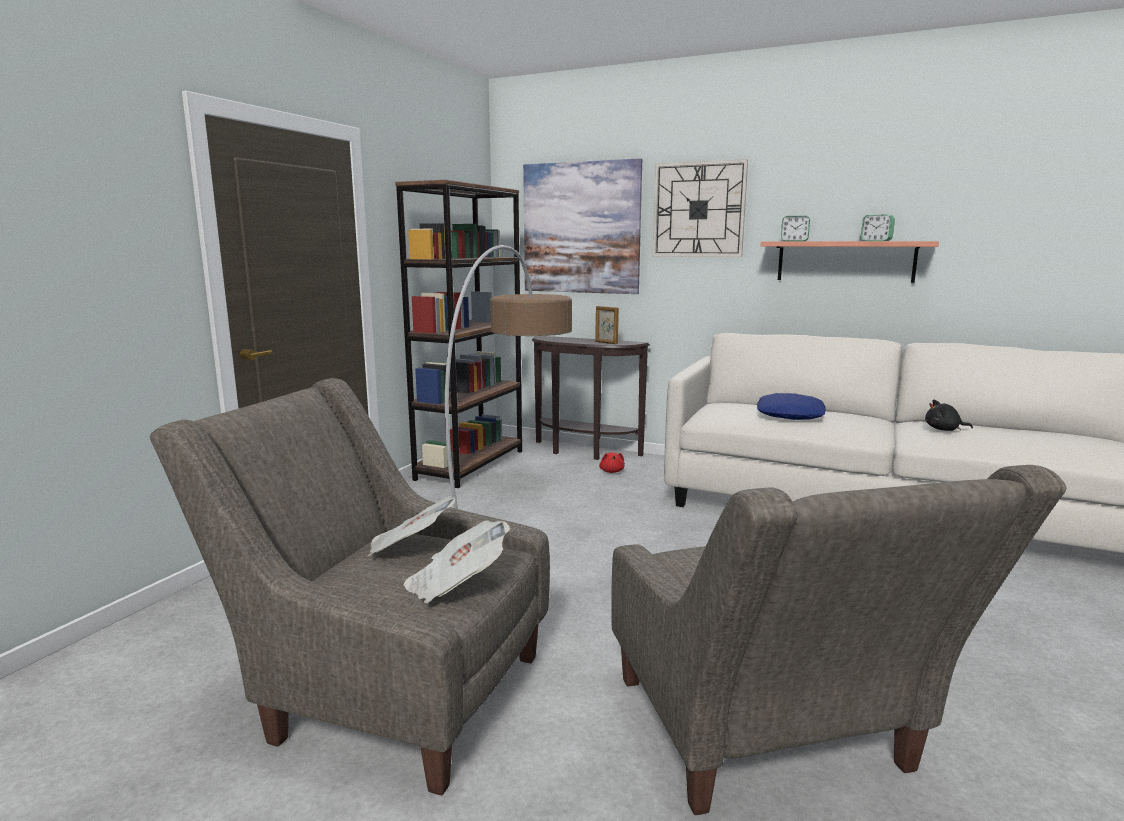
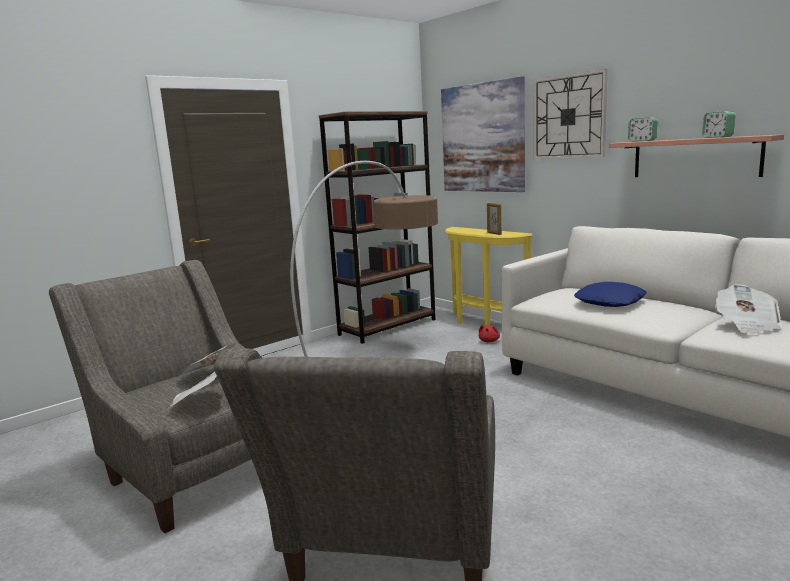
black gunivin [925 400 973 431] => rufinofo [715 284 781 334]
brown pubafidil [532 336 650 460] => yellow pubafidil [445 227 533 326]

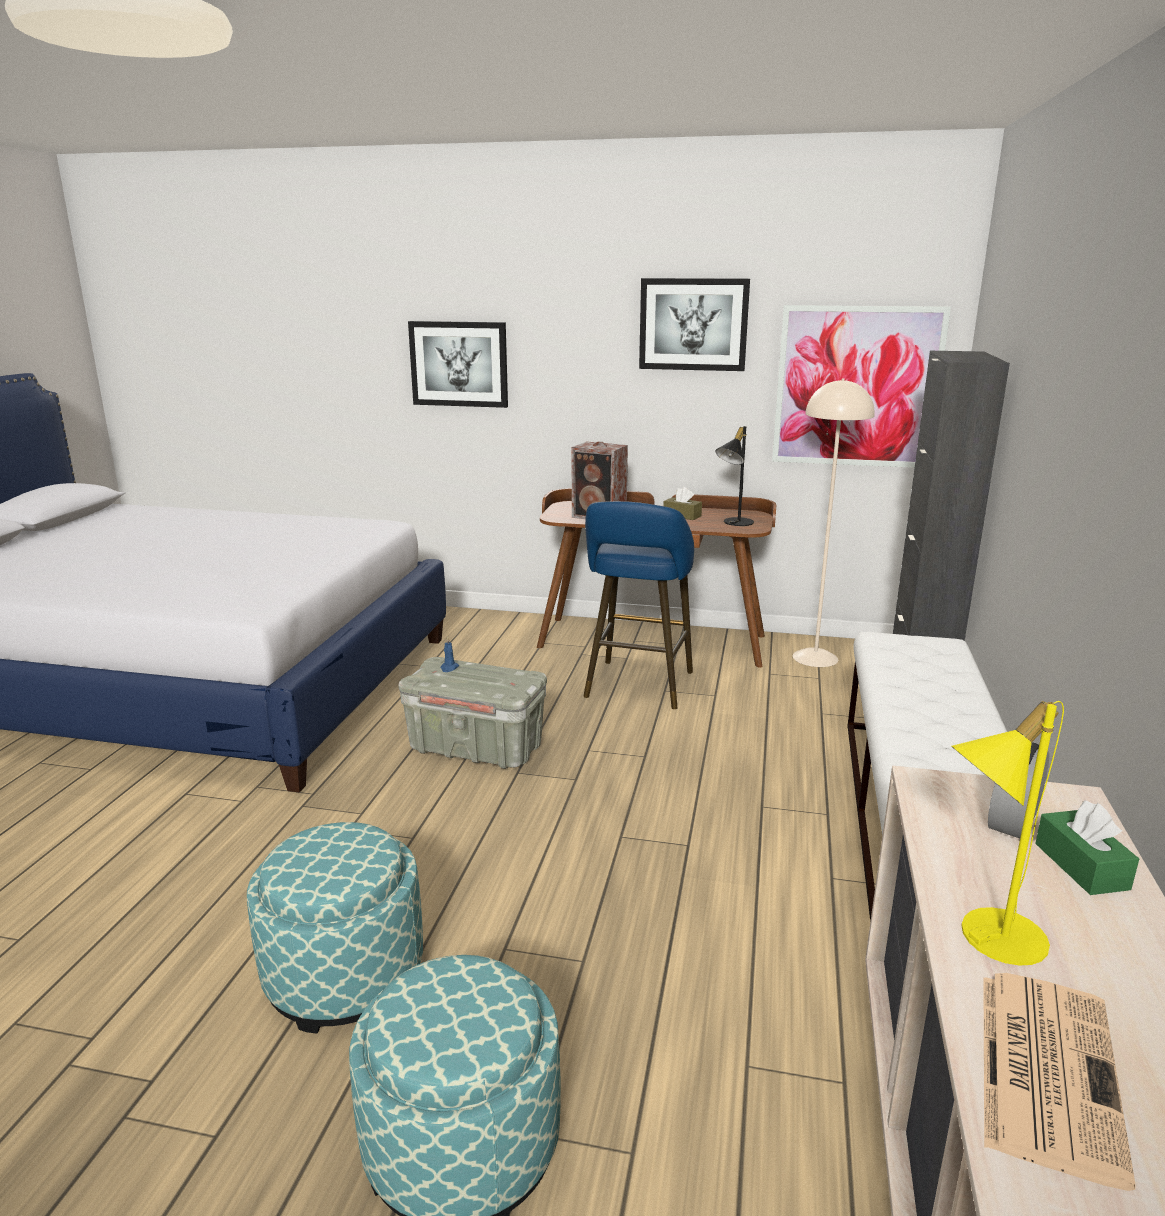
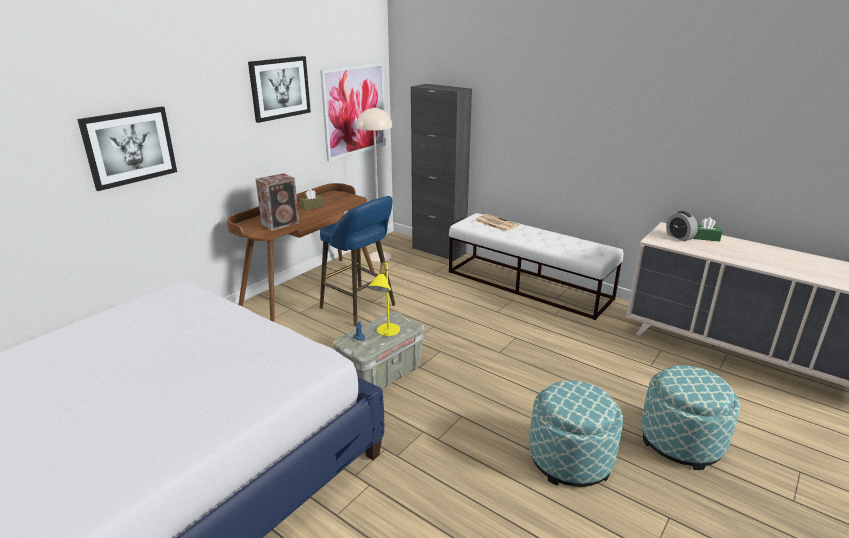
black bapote [716 426 754 526] => nothing
yellow bapote [951 701 1064 966] => yellow bapote [368 261 400 336], relocated
rufinofo [983 973 1136 1191] => rufinofo [475 214 519 232], relocated

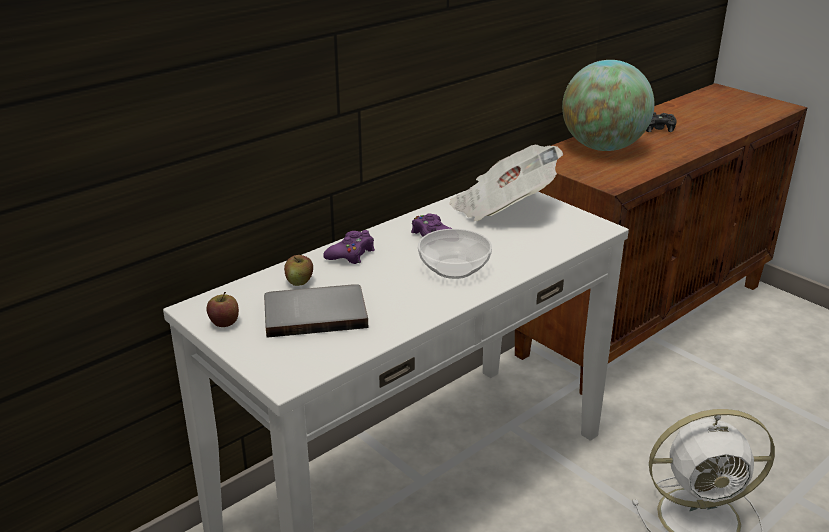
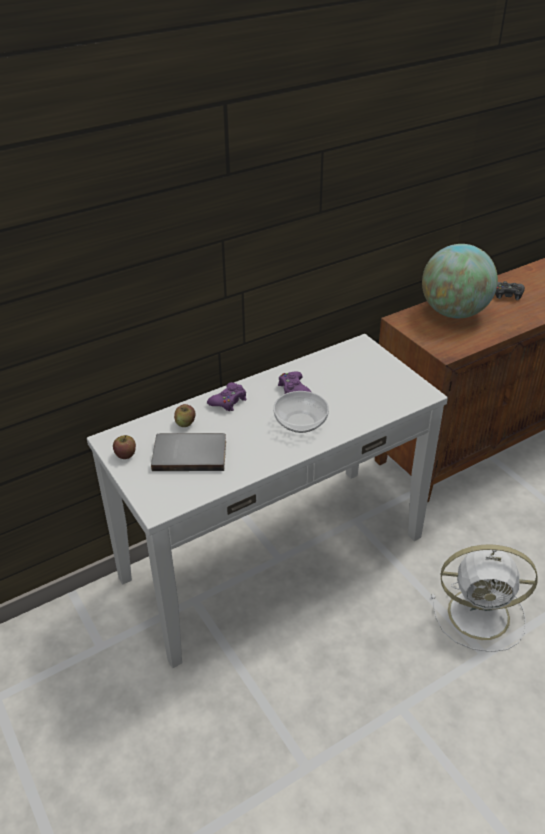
rufinofo [449 144 563 221] => nothing

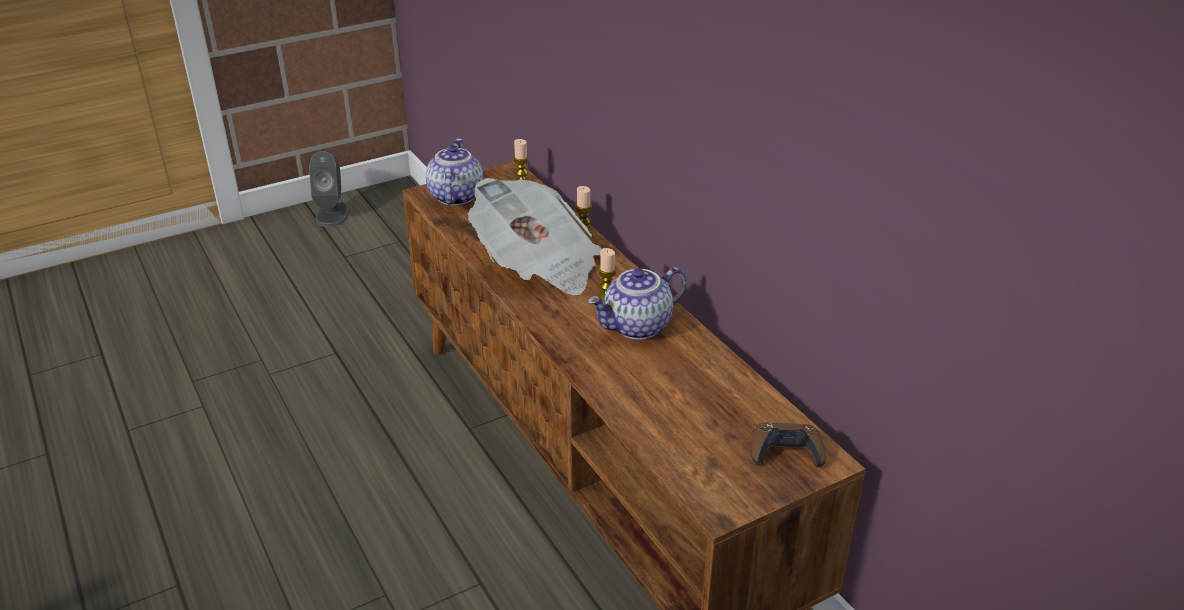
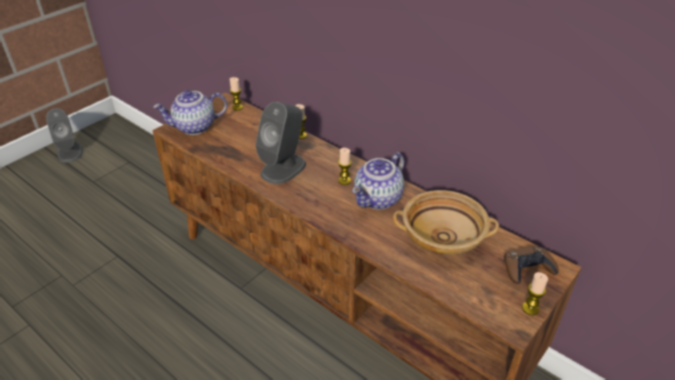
nothing => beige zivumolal [393 190 499 255]
nothing => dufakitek [522 272 548 315]
rufinofo [468 178 601 295] => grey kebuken [255 102 306 184]
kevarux [426 138 483 206] => kevarux [153 90 227 135], 90 degrees counterclockwise

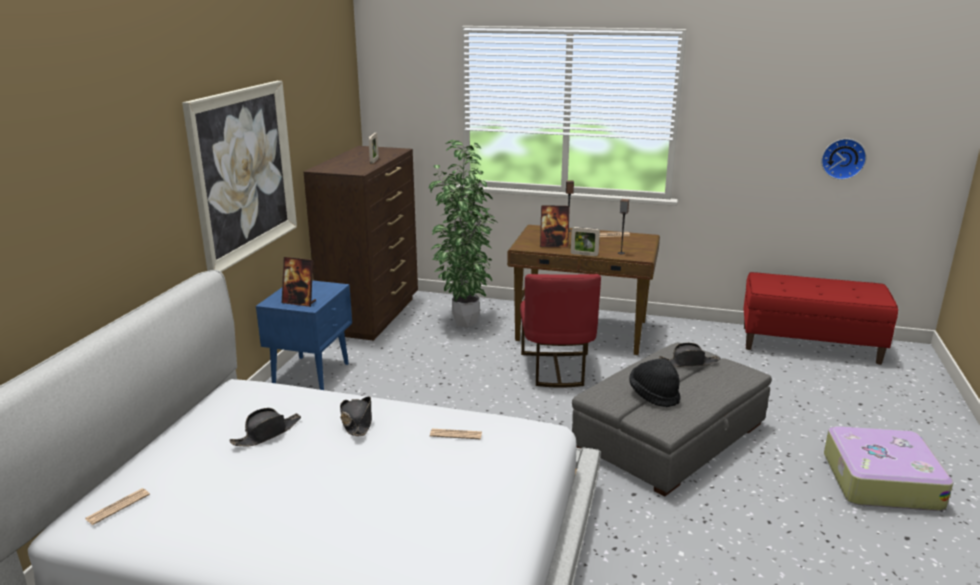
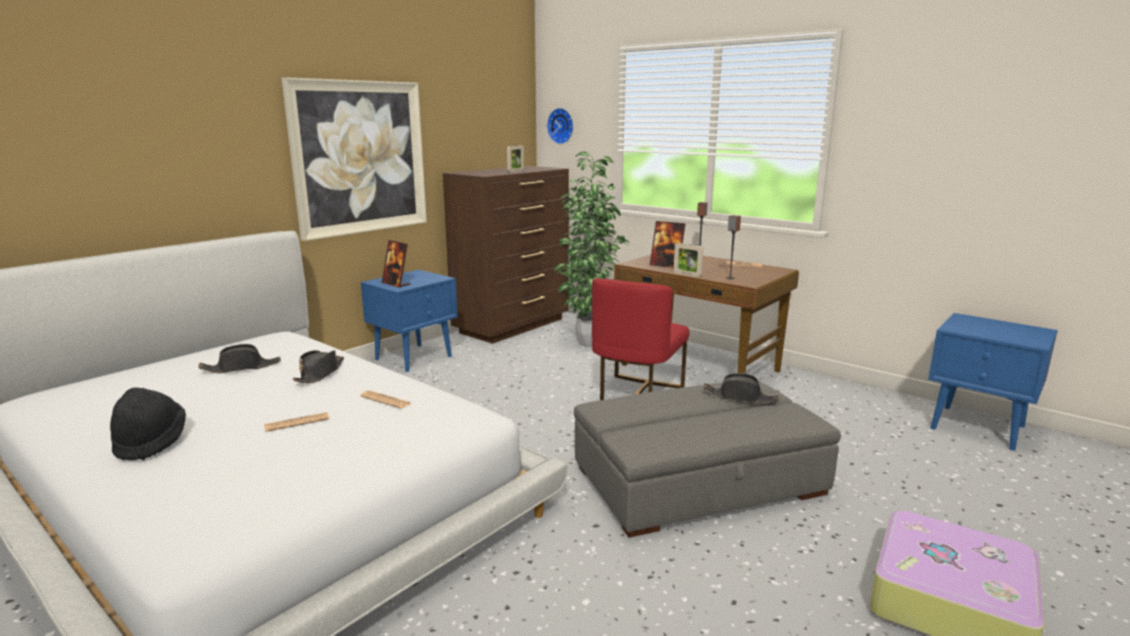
rufinofo [85 488 150 525] => rufinofo [264 412 329 432], relocated
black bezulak [629 358 680 407] => black bezulak [110 387 186 461], relocated
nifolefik [821 139 866 180] => nifolefik [547 108 574 144], relocated
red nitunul [743 272 898 365] => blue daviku [928 313 1058 451]

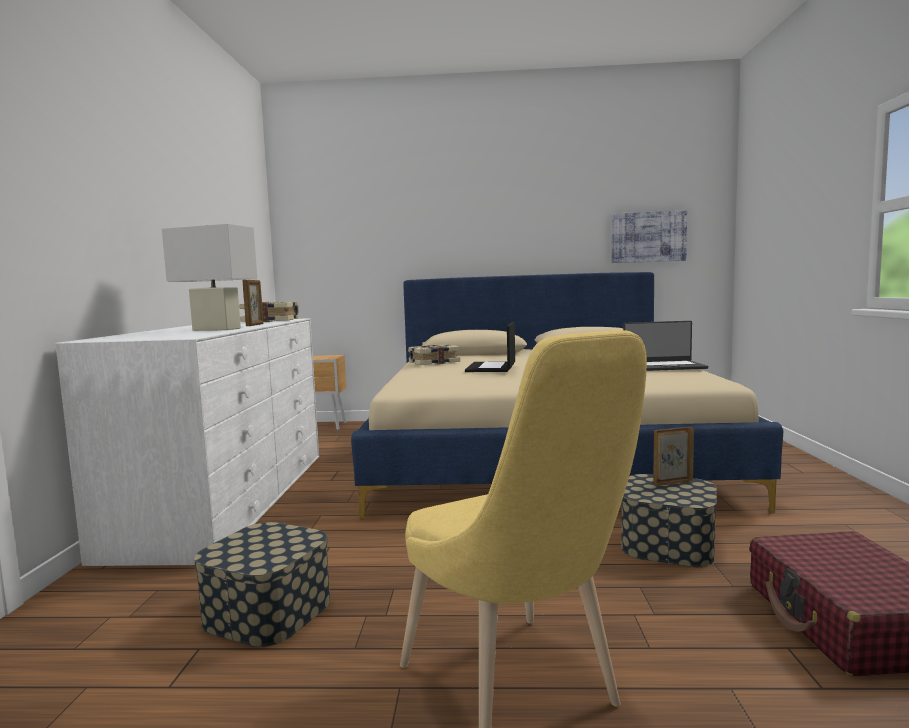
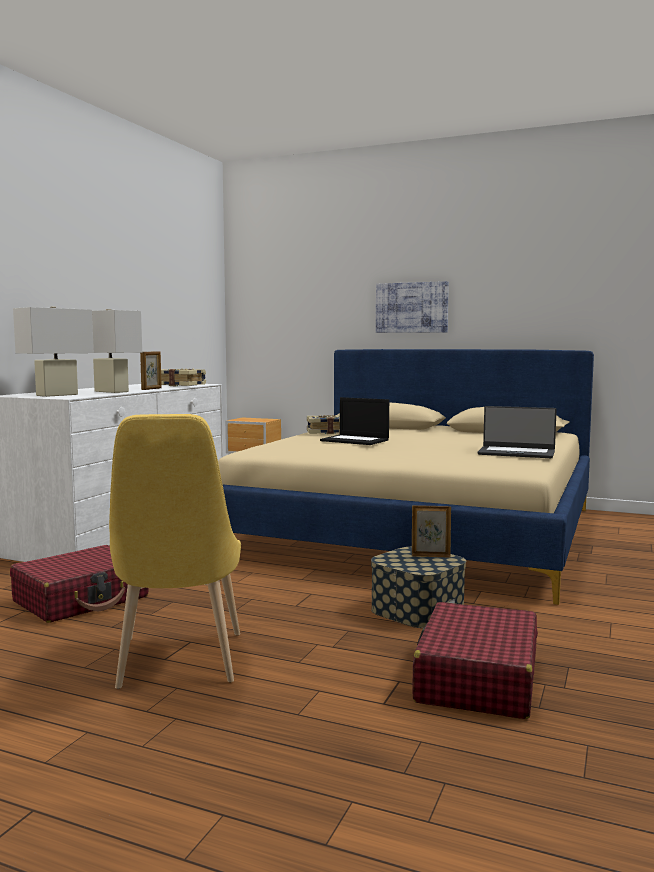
nothing => white bapote [13 306 94 397]
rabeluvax [612 211 687 263] => rabeluvax [376 281 449 333], relocated
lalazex [194 522 331 647] => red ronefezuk [10 545 148 623]
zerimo [465 322 515 372] => zerimo [320 397 389 445], 90 degrees counterclockwise

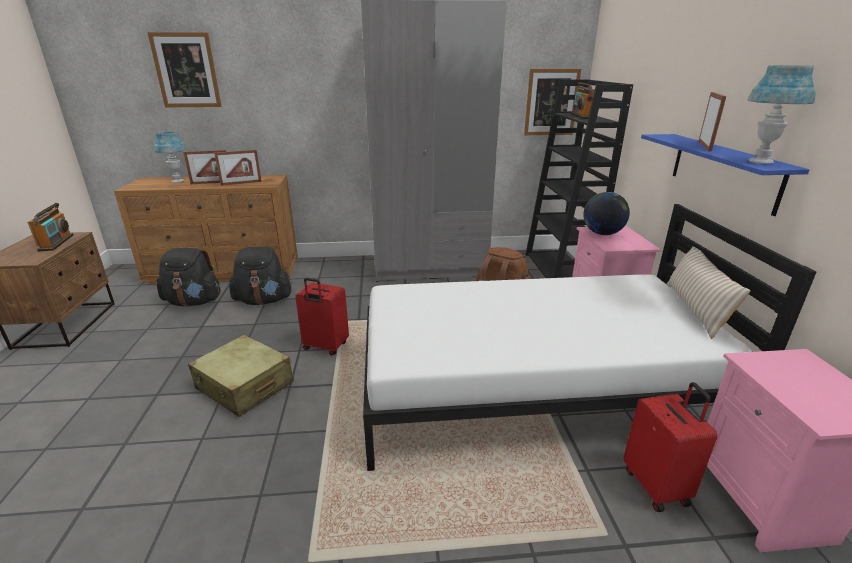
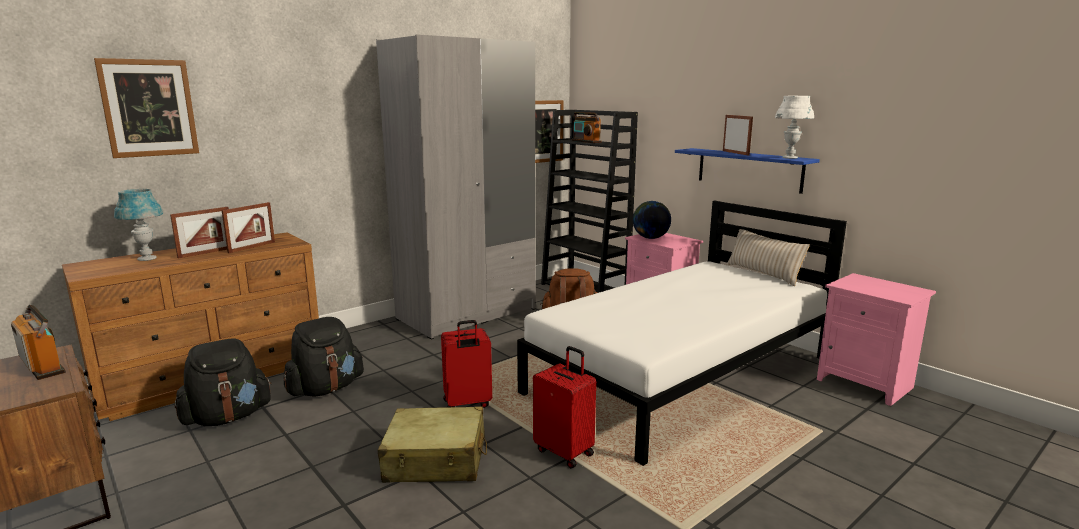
red ronefezuk [624 382 718 512] => red ronefezuk [533 346 596 468], relocated
blue bapote [747 65 815 164] => white bapote [775 96 814 159]

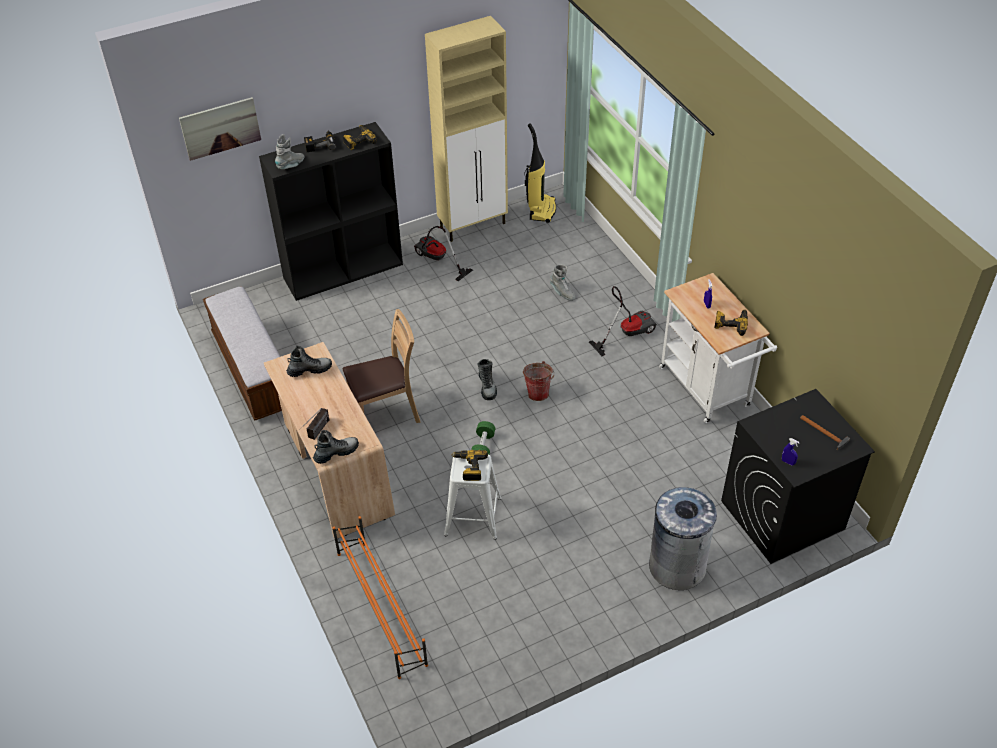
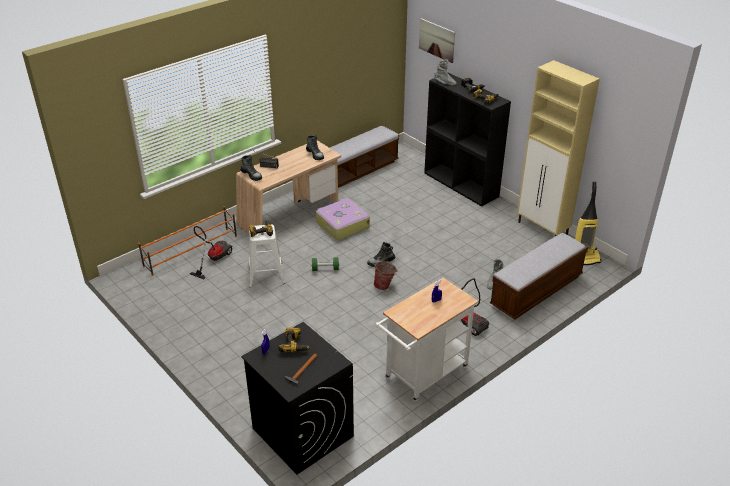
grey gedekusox [649 487 717 590] => nothing
nothing => nitunul [490 233 588 320]
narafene [414 226 473 281] => narafene [190 226 233 279], relocated
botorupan [714 309 748 336] => botorupan [279 328 310 352], relocated
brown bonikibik [343 309 420 423] => ronefezuk [316 198 370 240]

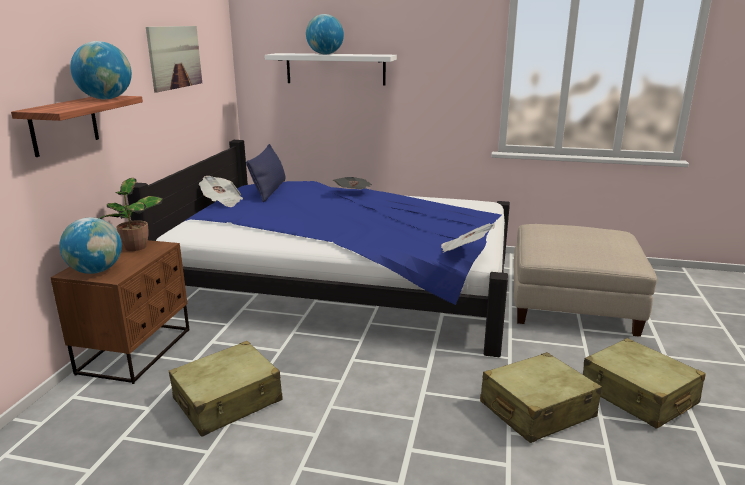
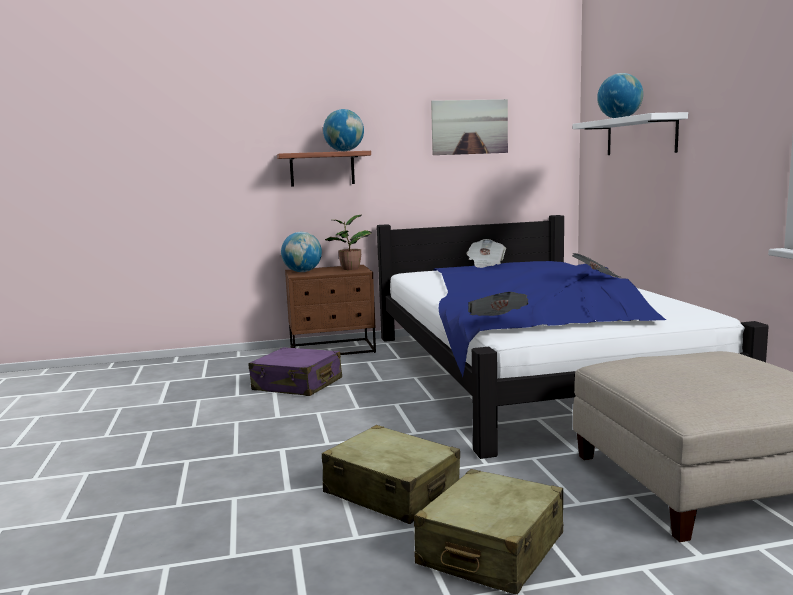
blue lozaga [246 144 286 202] => nothing
beige ronefezuk [169 341 283 436] => purple ronefezuk [249 347 342 396]

